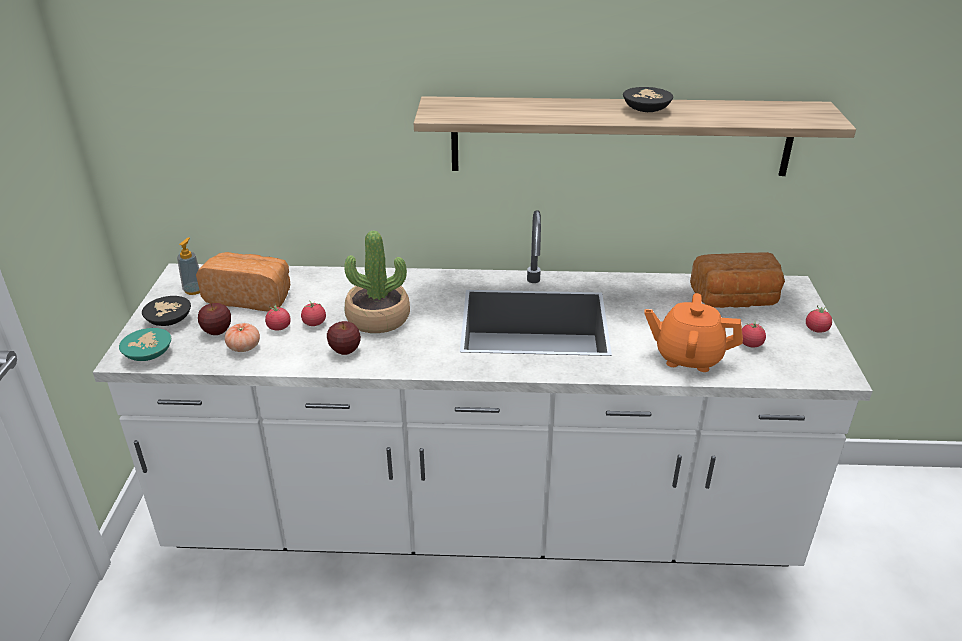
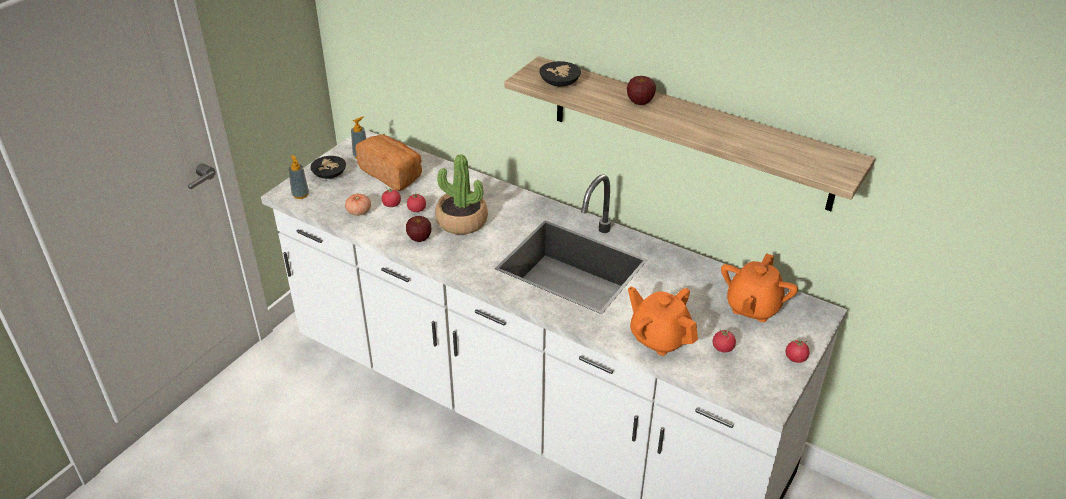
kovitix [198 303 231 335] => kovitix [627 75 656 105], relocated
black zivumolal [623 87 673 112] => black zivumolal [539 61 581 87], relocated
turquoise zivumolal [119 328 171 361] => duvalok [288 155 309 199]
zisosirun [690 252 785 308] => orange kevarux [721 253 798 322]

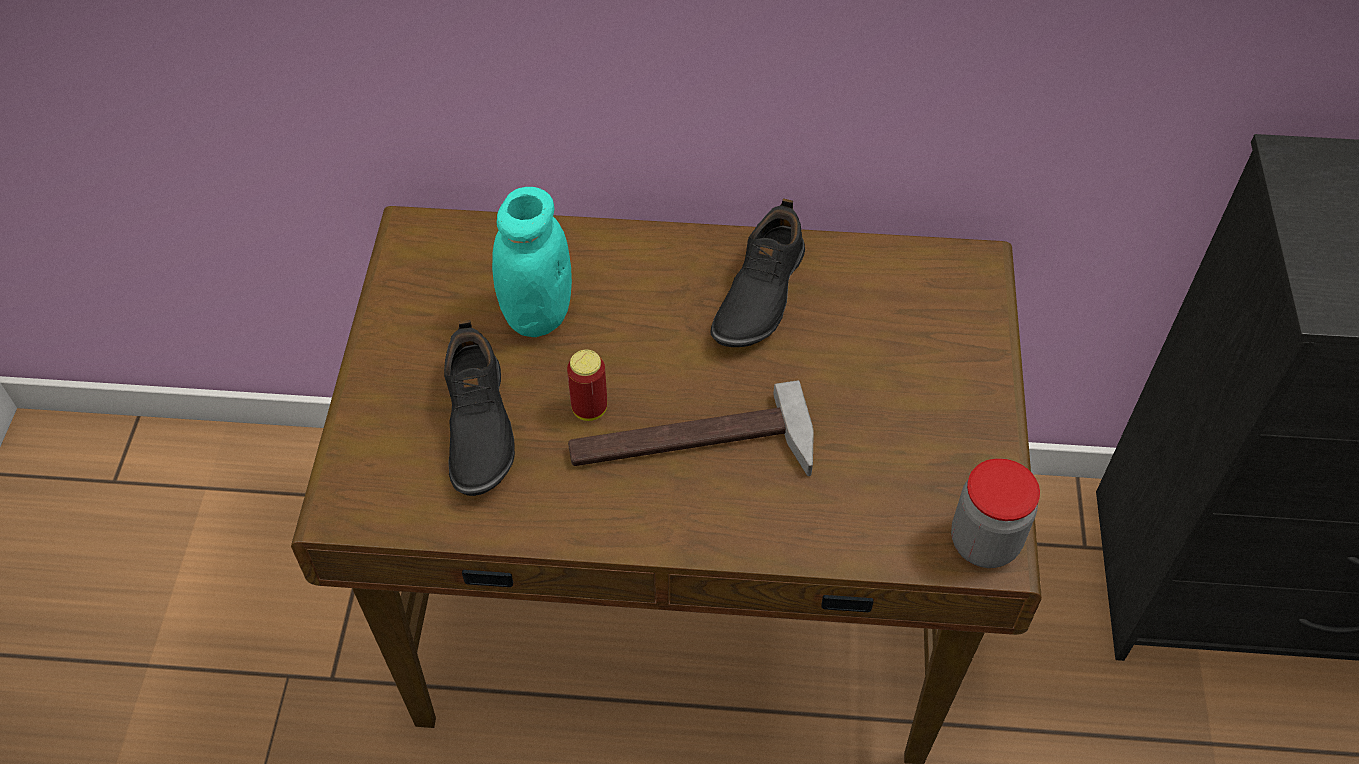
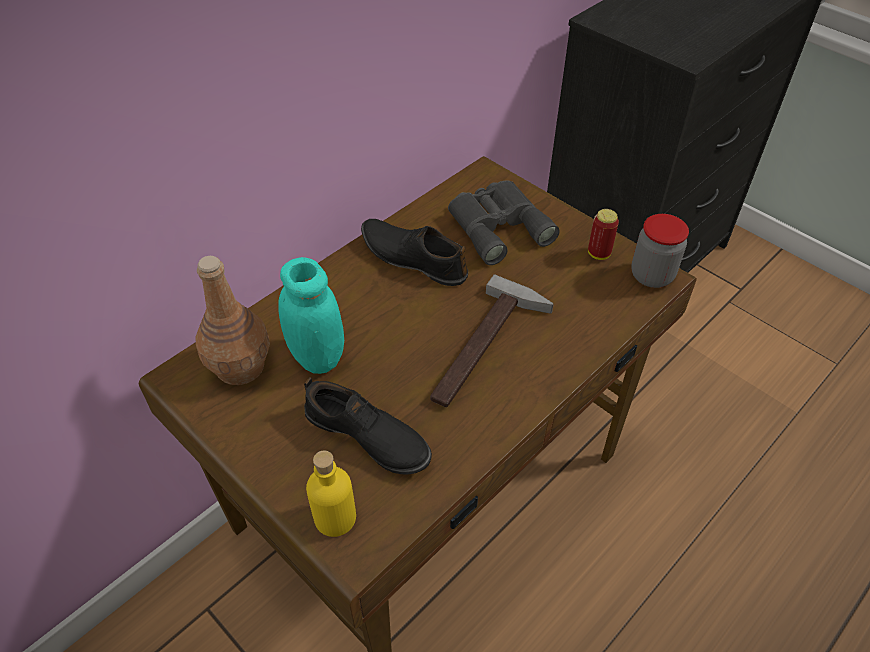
nothing => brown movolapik [195 256 270 385]
nothing => yellow movolapik [306 450 356 537]
nothing => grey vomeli [448 181 560 265]
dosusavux [567 350 607 421] => dosusavux [588 209 619 260], relocated
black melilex [711 198 805 347] => black melilex [361 219 468 286], 150 degrees clockwise

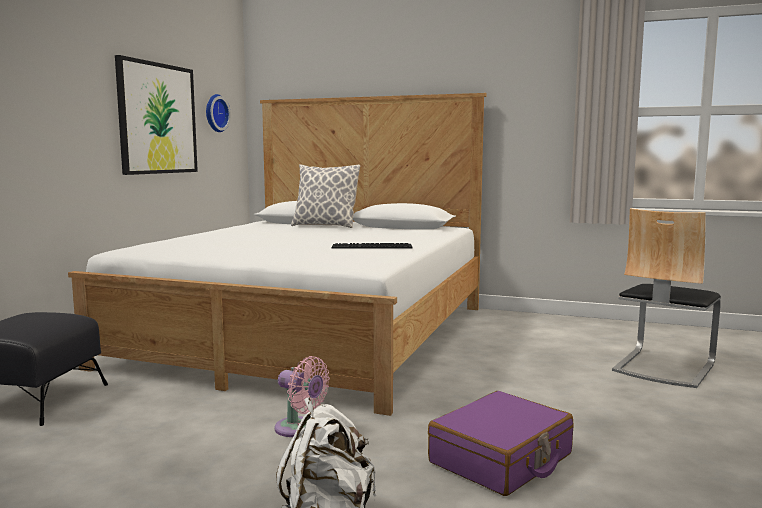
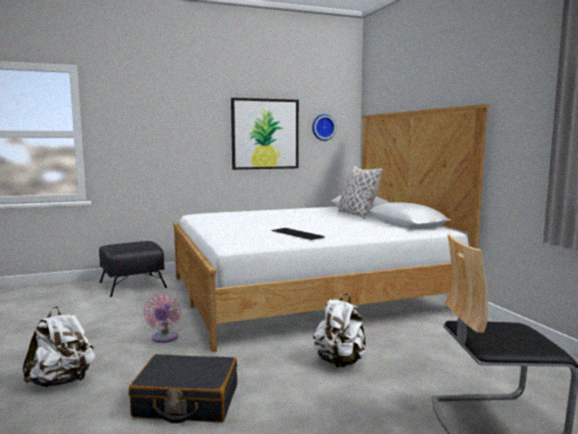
nothing => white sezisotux [313 294 366 368]
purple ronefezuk [428 391 574 496] => black ronefezuk [129 354 237 423]

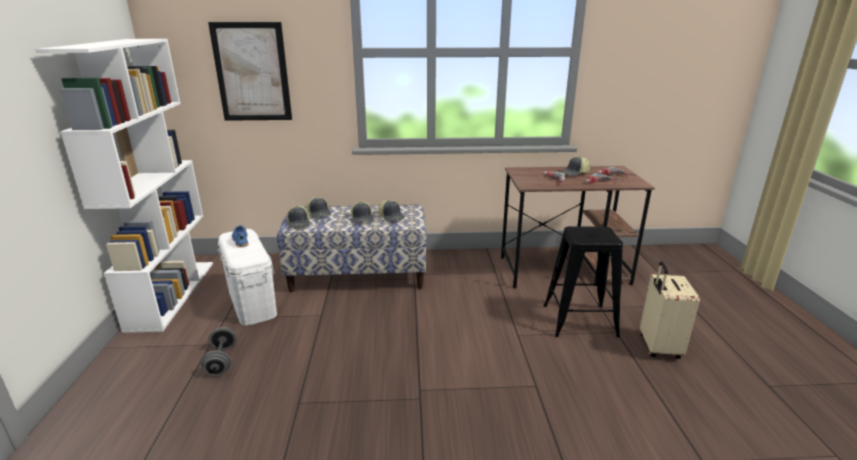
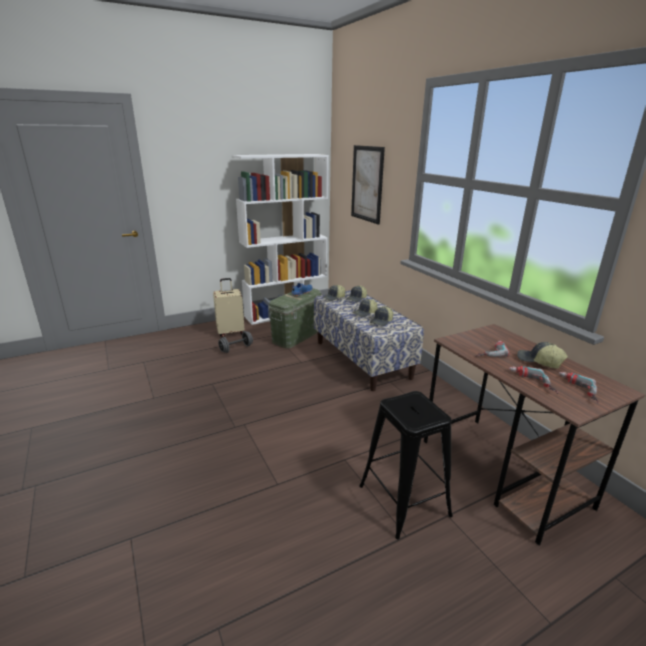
beige ronefezuk [640 261 700 359] => beige ronefezuk [213 278 244 337], relocated
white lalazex [217 229 277 326] => green lalazex [268 288 322 348]

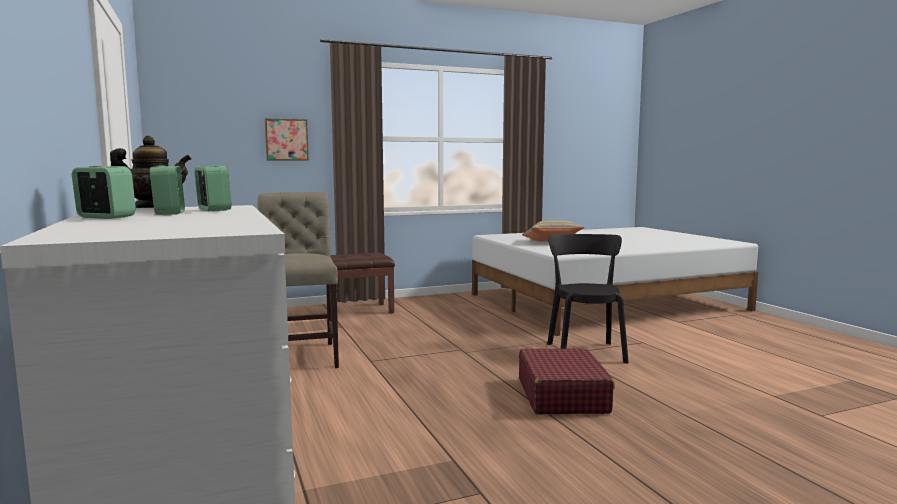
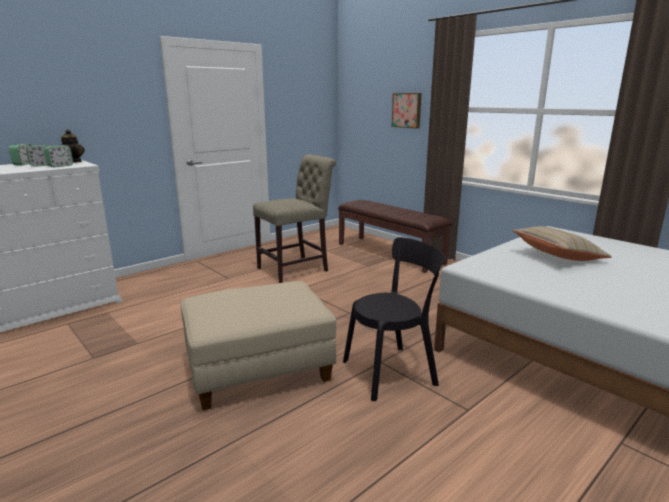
red ronefezuk [519 348 615 414] => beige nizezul [181 281 336 411]

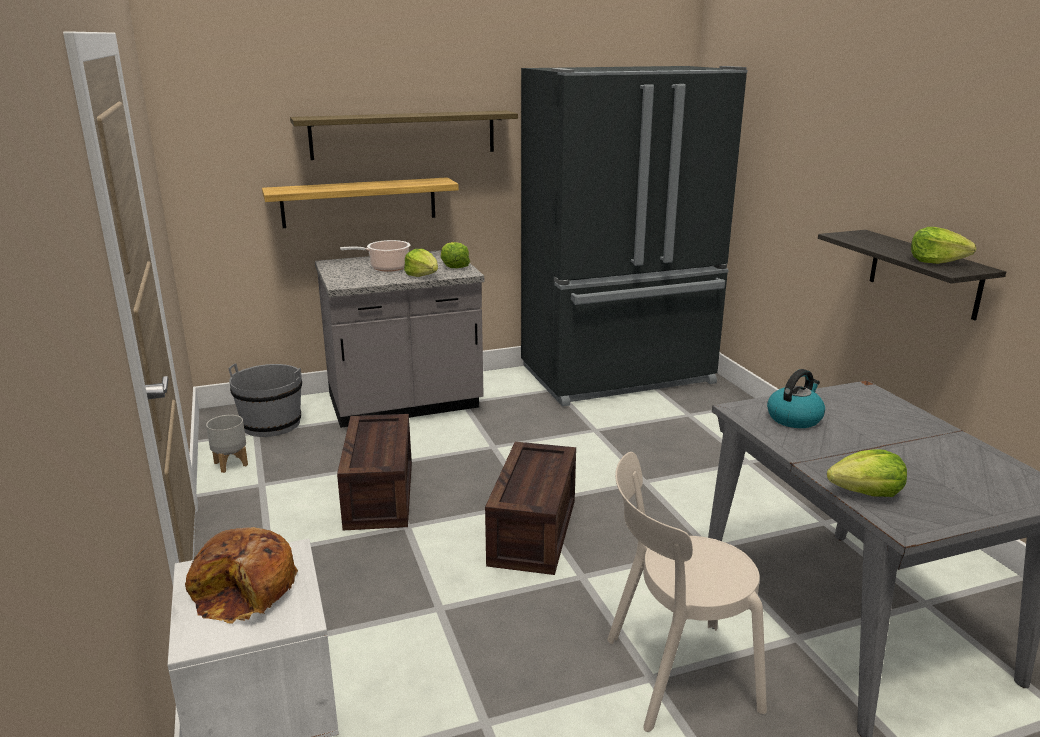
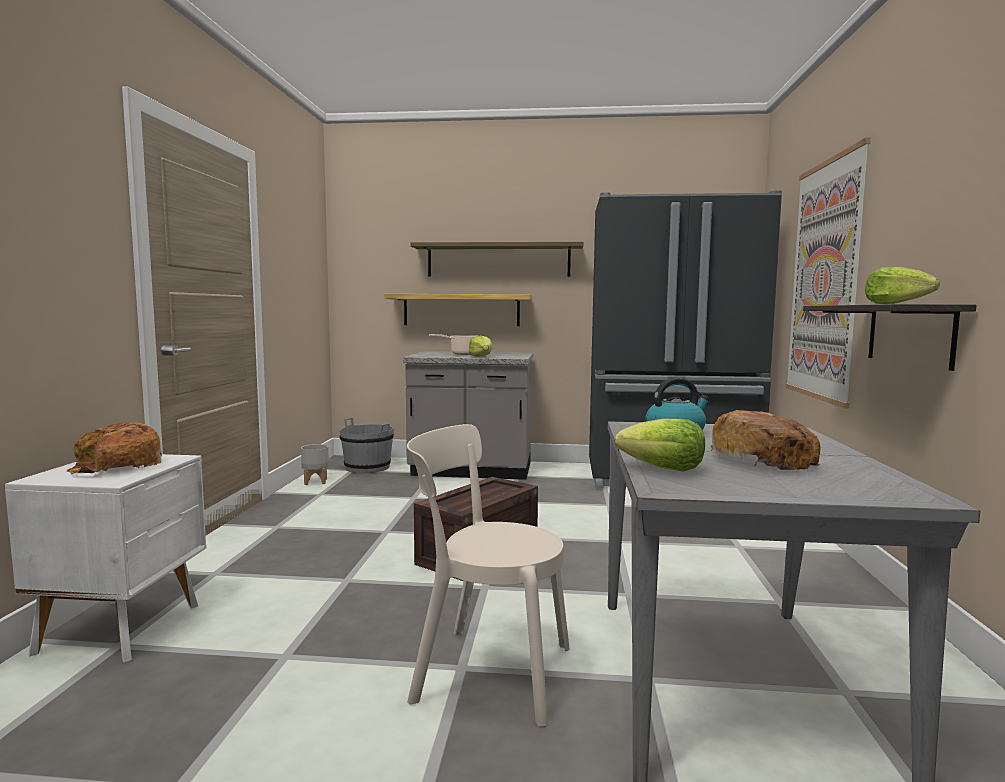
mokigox [337 414 412 530] => nothing
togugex [441 242 470 268] => nothing
nothing => zisosirun [711 410 821 470]
nothing => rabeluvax [785 137 871 408]

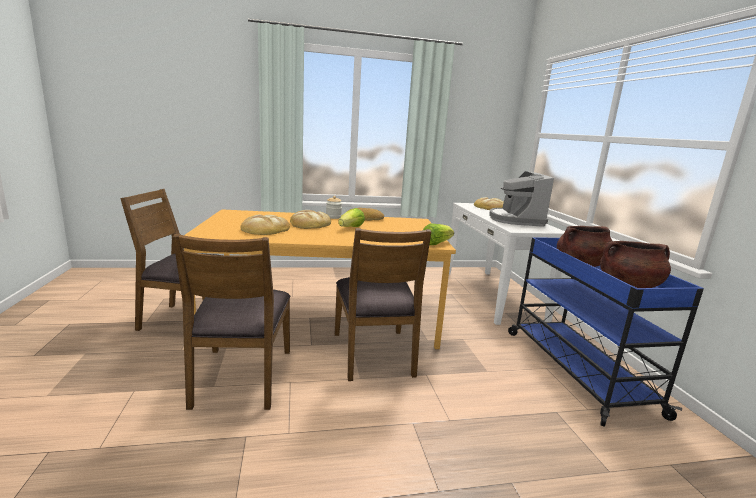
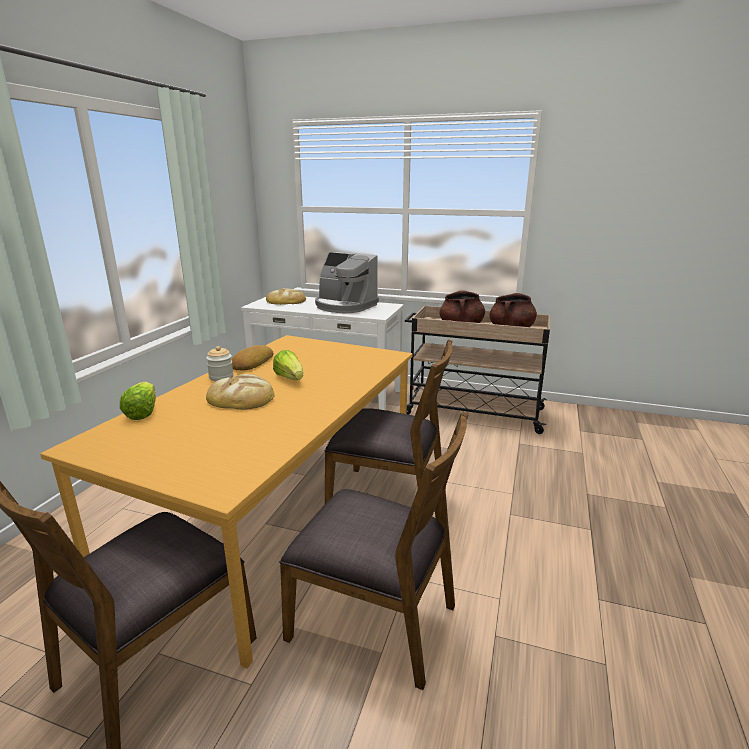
zisosirun [240 215 290 235] => nothing
togugex [423 223 454 245] => togugex [120 382 156 420], relocated
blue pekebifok [508 237 704 427] => beige pekebifok [405 305 550 434]

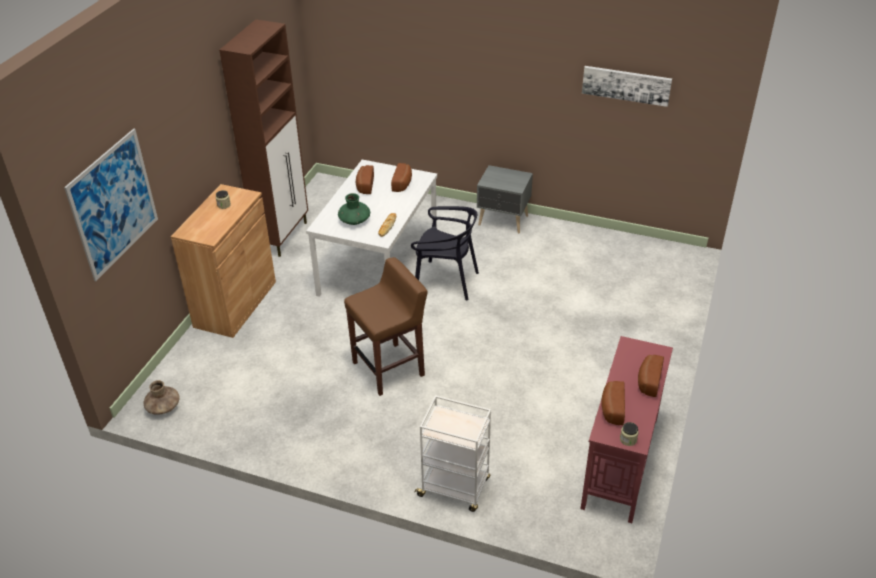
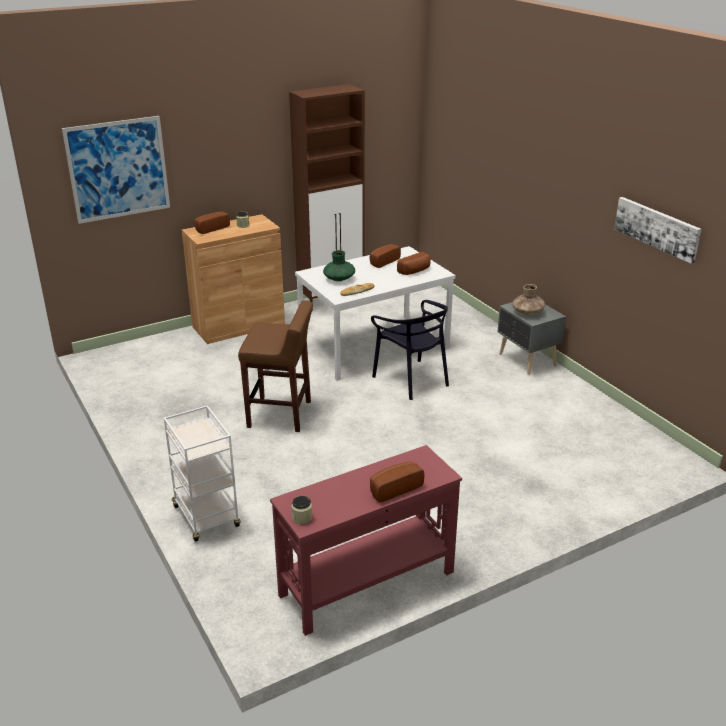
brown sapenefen [144 380 179 415] => brown sapenefen [512 284 545 315], relocated
zisosirun [601 381 625 425] => zisosirun [195 212 230 234], relocated

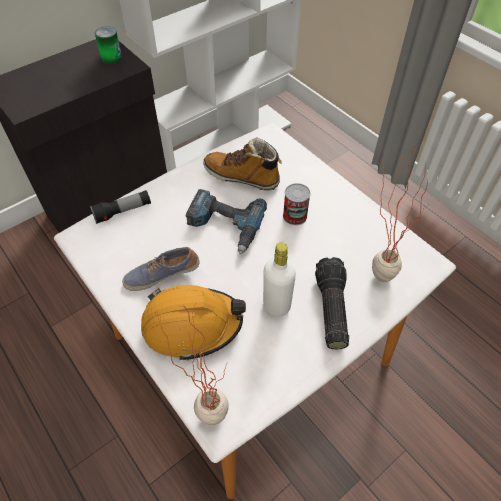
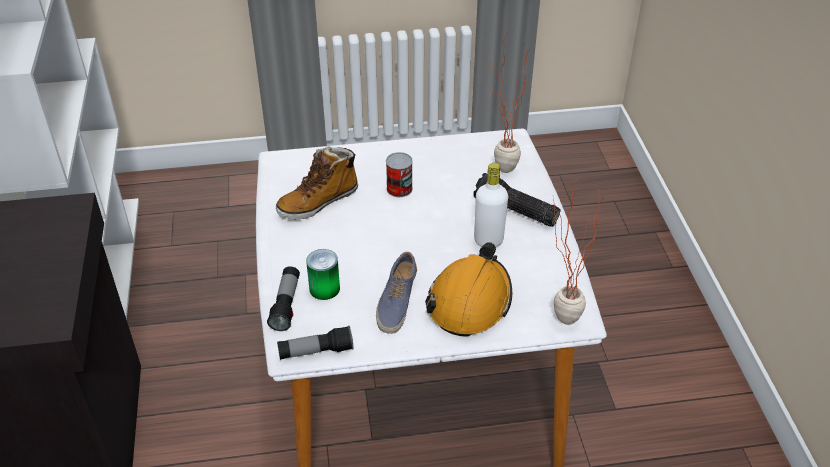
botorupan [186 189 267 254] => nothing
nothing => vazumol [277 326 354 360]
dosusavux [95 26 122 64] => dosusavux [306 249 340 300], relocated

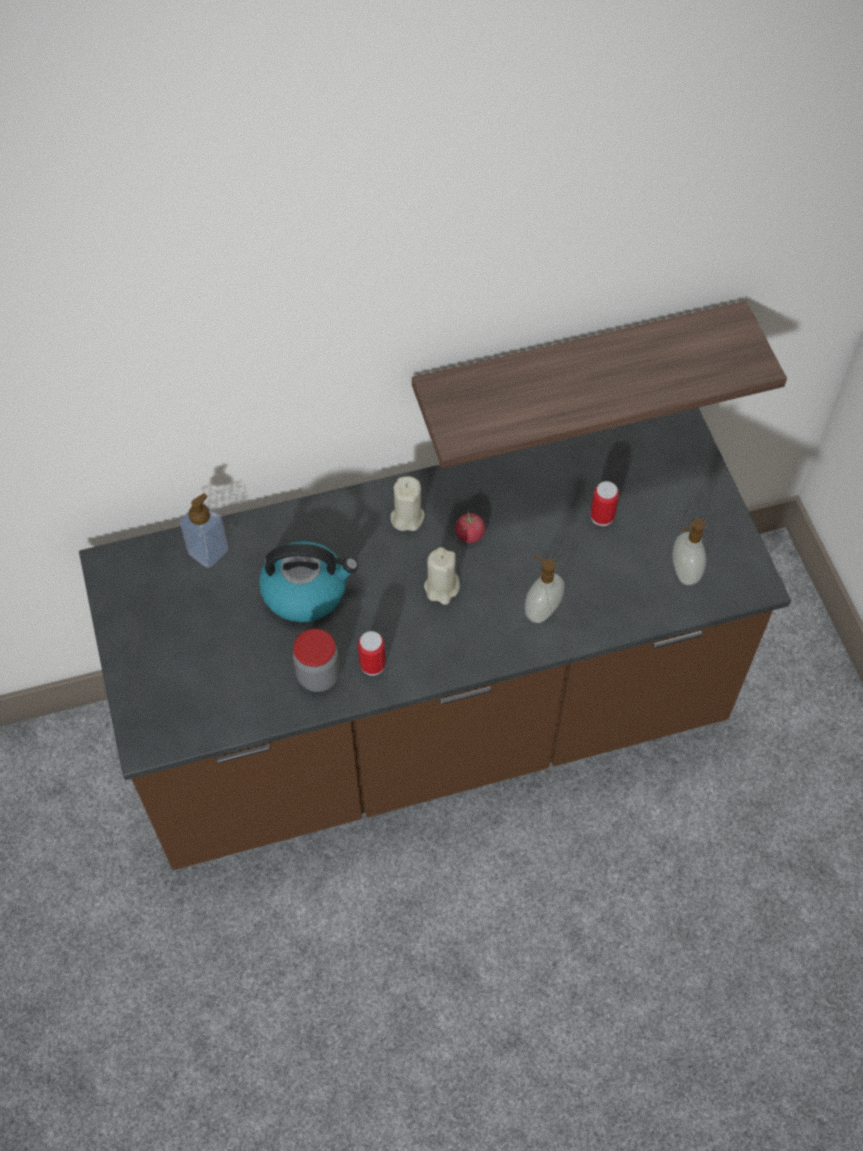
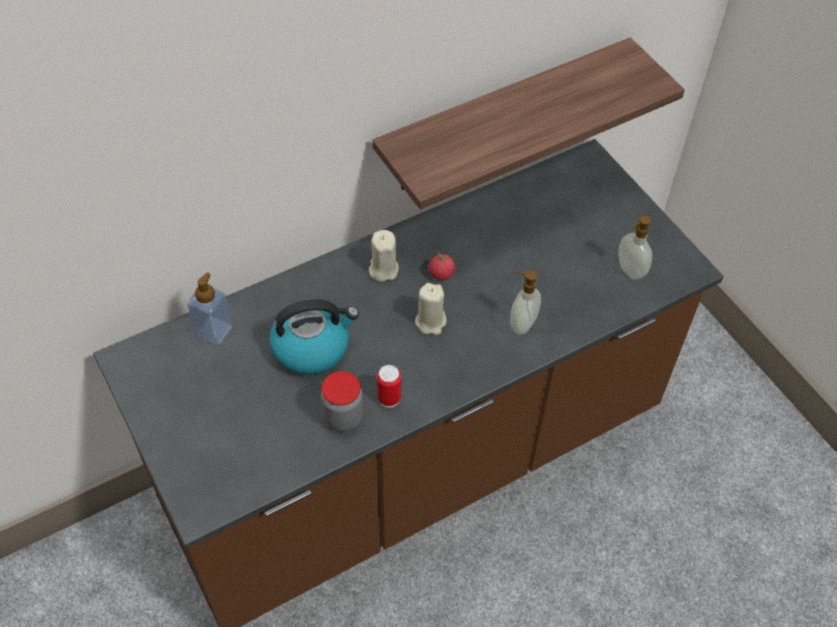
dosusavux [590 481 619 526] => nothing

